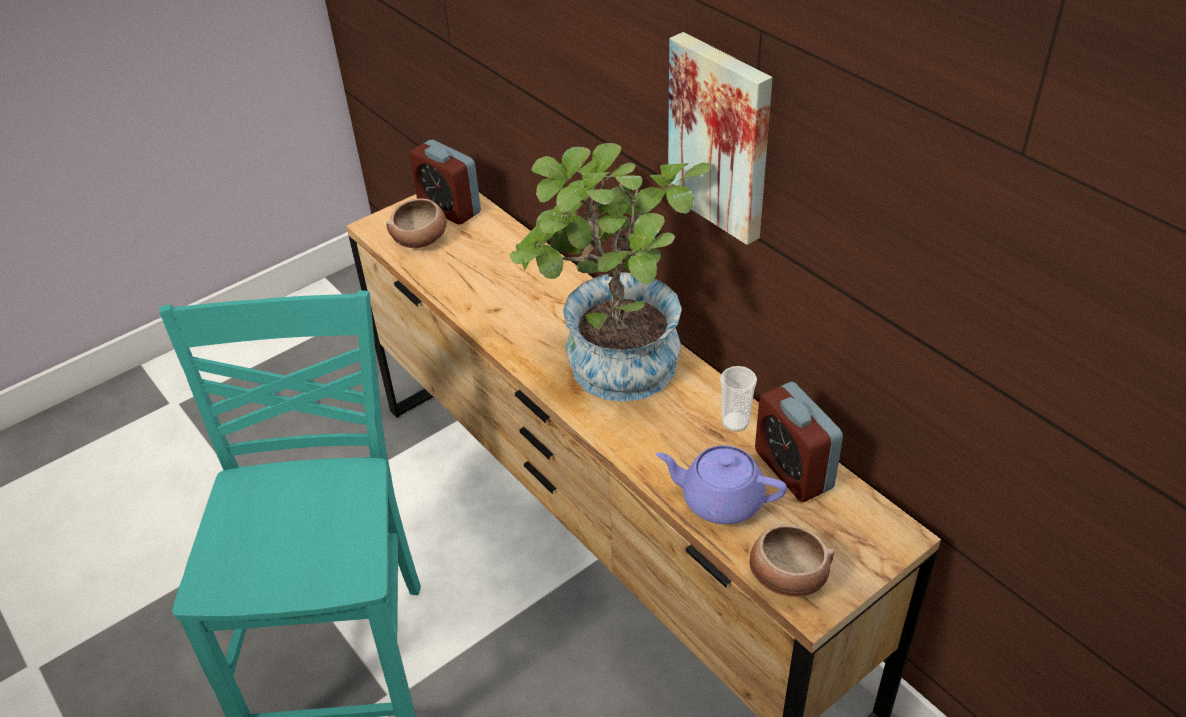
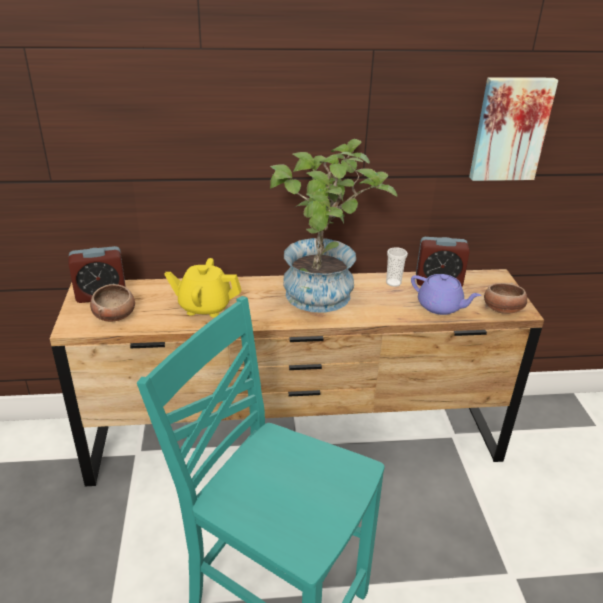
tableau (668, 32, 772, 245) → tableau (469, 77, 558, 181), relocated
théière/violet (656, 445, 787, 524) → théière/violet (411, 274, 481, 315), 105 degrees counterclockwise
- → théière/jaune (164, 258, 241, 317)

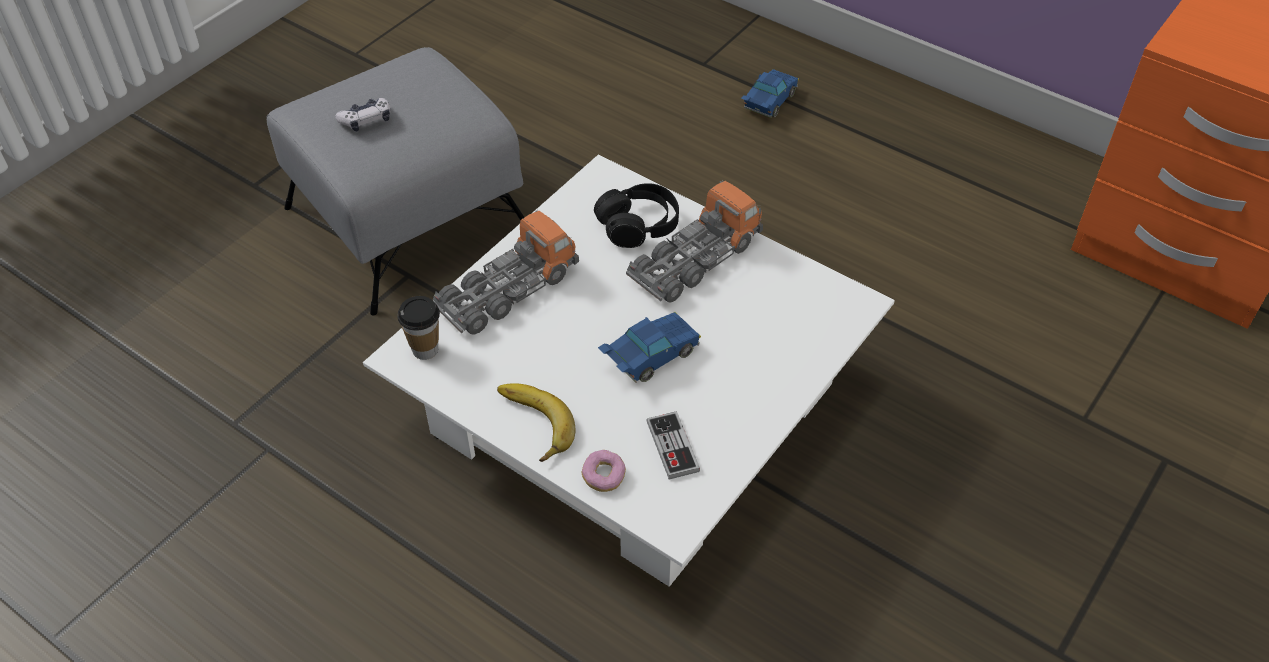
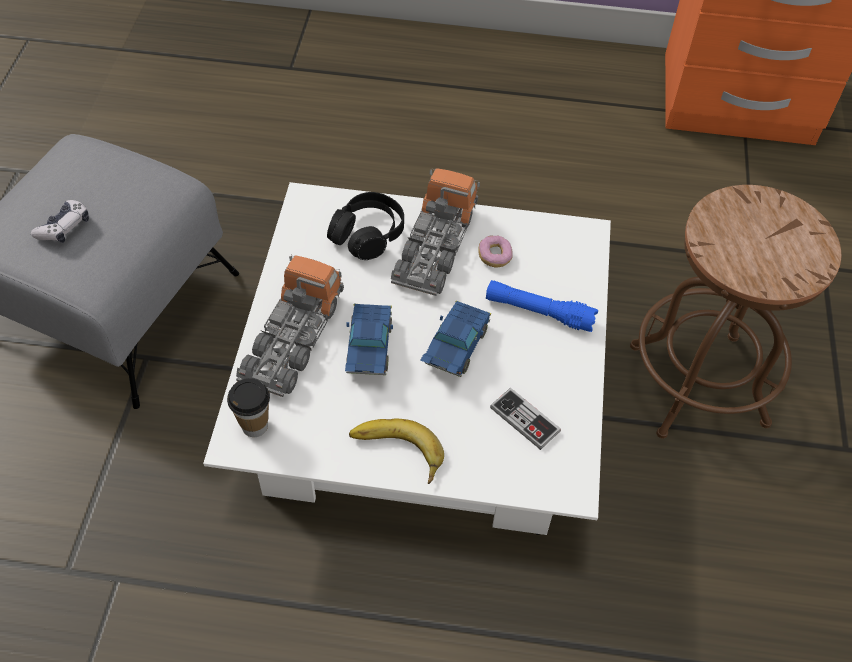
petite voiture/bleu (741, 69, 799, 118) → petite voiture/bleu (345, 304, 393, 375), relocated
beignet (582, 450, 626, 492) → beignet (478, 236, 513, 267), relocated
- → tabouret/marron (630, 185, 841, 439)
- → lampe de poche/bleu (486, 280, 598, 332)

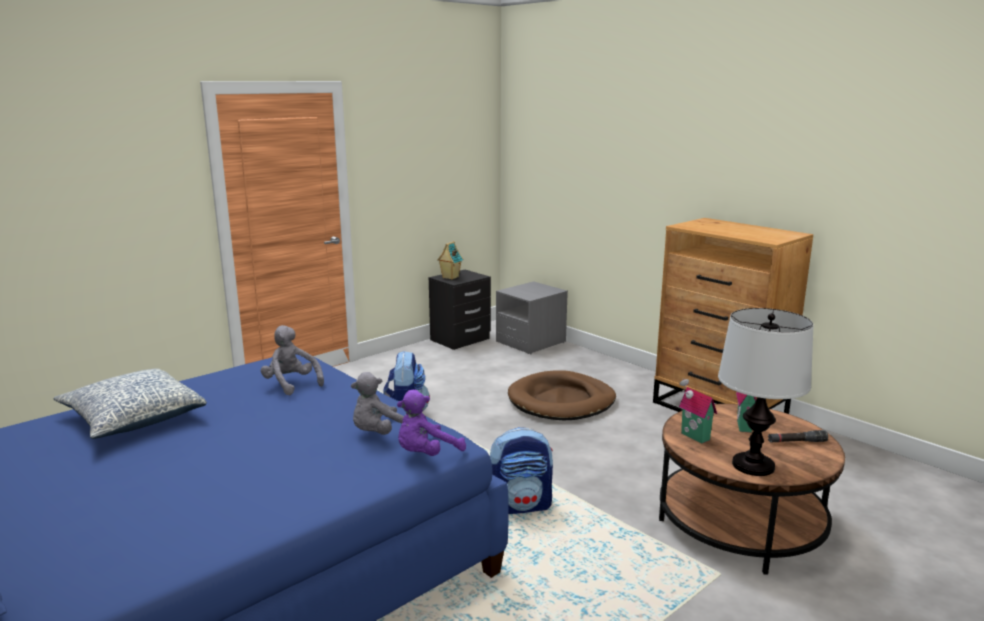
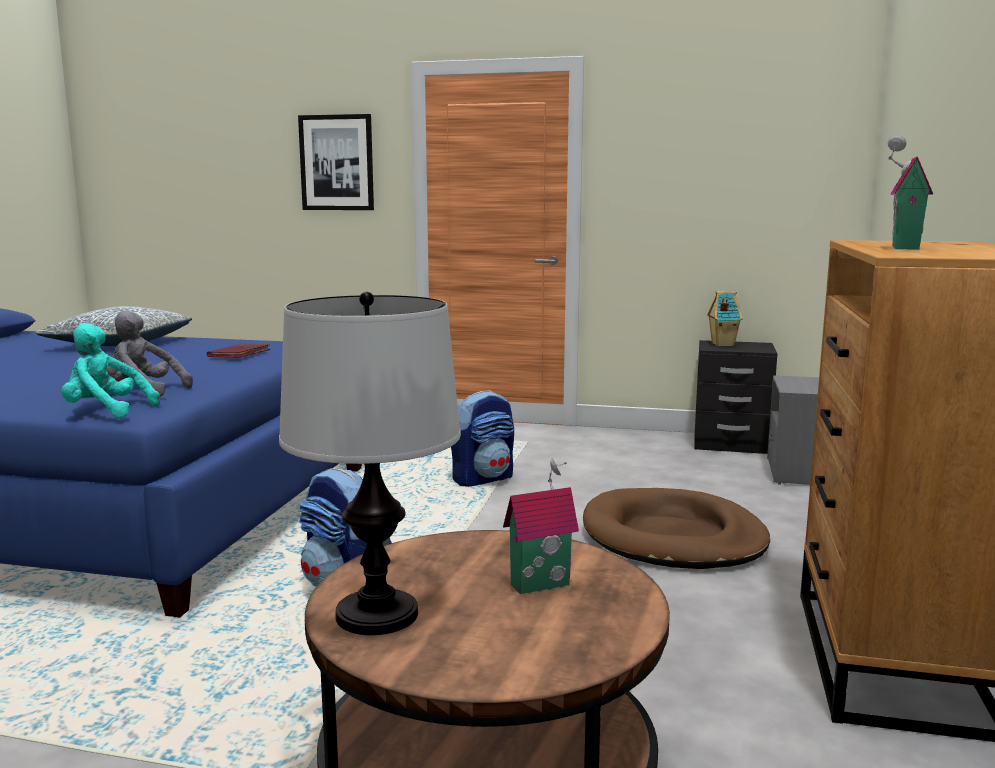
peluche/gris (261, 325, 324, 395) → livre/rouge (207, 343, 270, 358)
maison miniature (679, 378, 717, 443) → maison miniature (888, 135, 933, 250), relocated
peluche/violet (397, 390, 466, 456) → peluche/turquoise (62, 323, 160, 418)
lampe de poche/noir (768, 430, 828, 442) → -
- → tableau (298, 114, 374, 210)

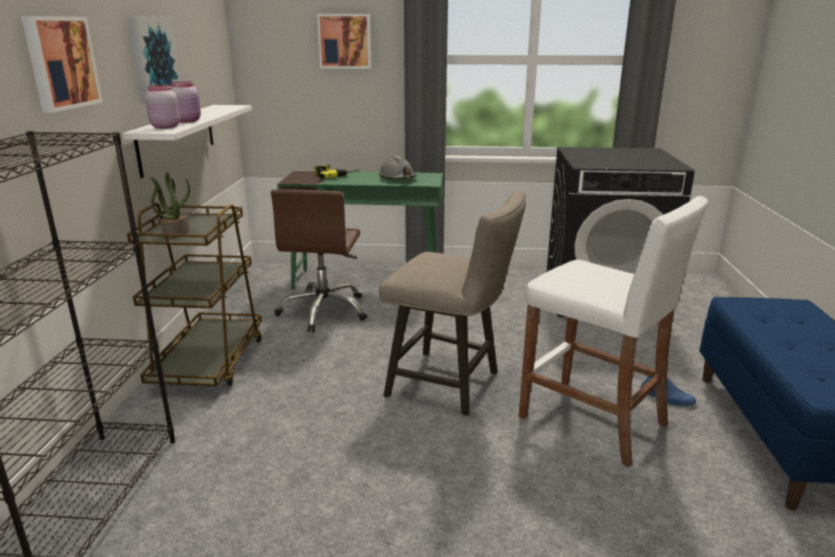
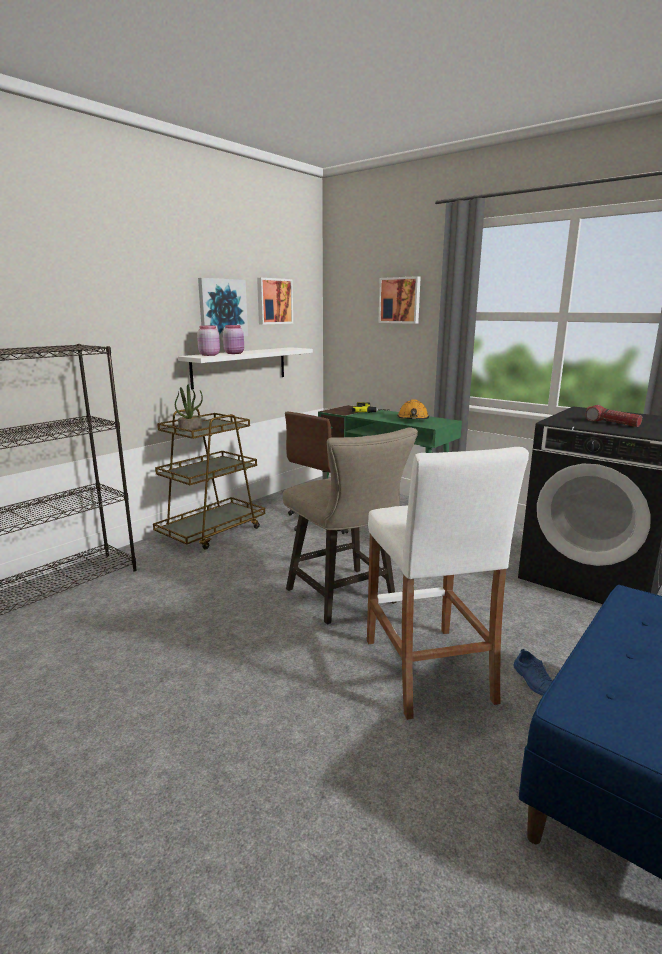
tableau (21, 16, 103, 113) → tableau (257, 278, 293, 325), relocated
casque de chantier/gris (379, 156, 416, 179) → casque de chantier/orange (397, 399, 429, 419)
- → lampe de poche (585, 405, 642, 427)

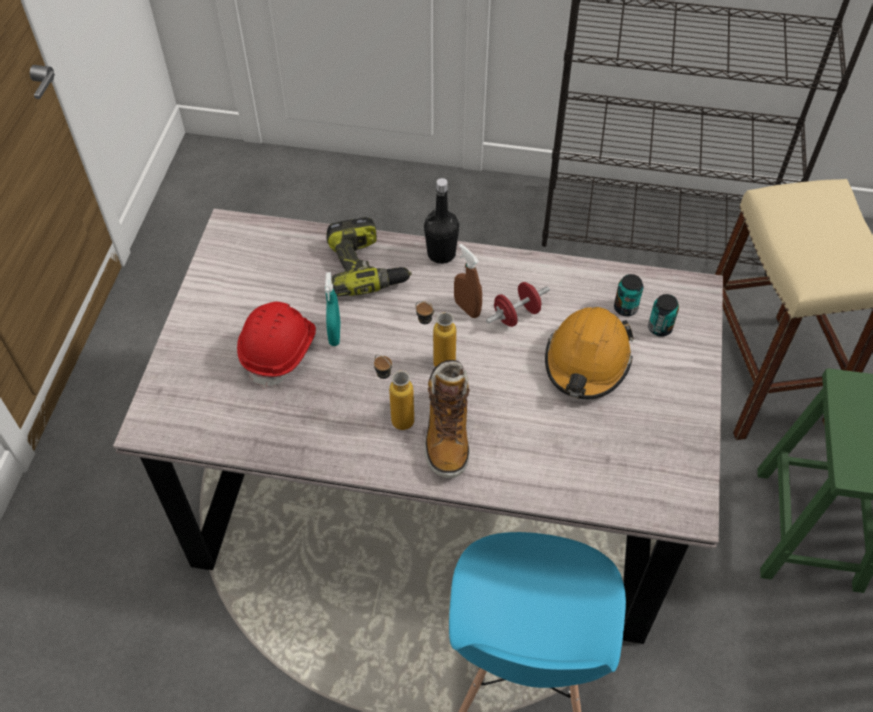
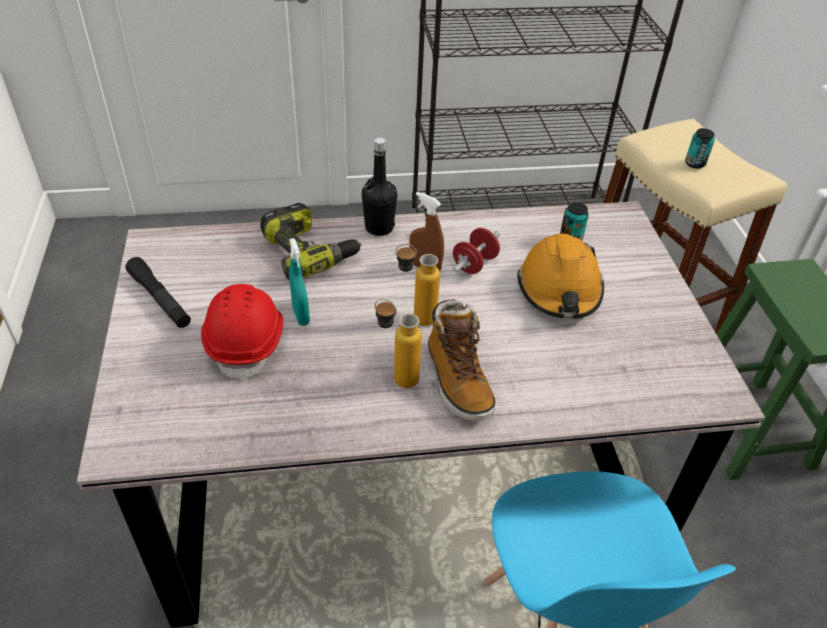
boîte métallique (648, 294, 679, 337) → boîte métallique (685, 128, 715, 169), relocated
- → lampe de poche/noir (125, 257, 191, 328)

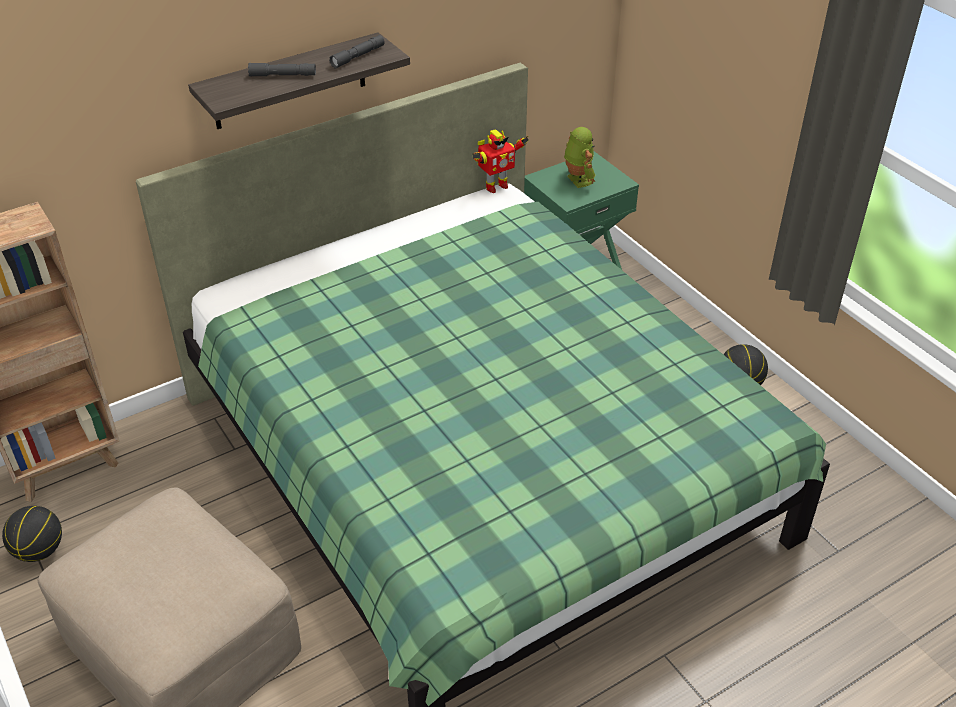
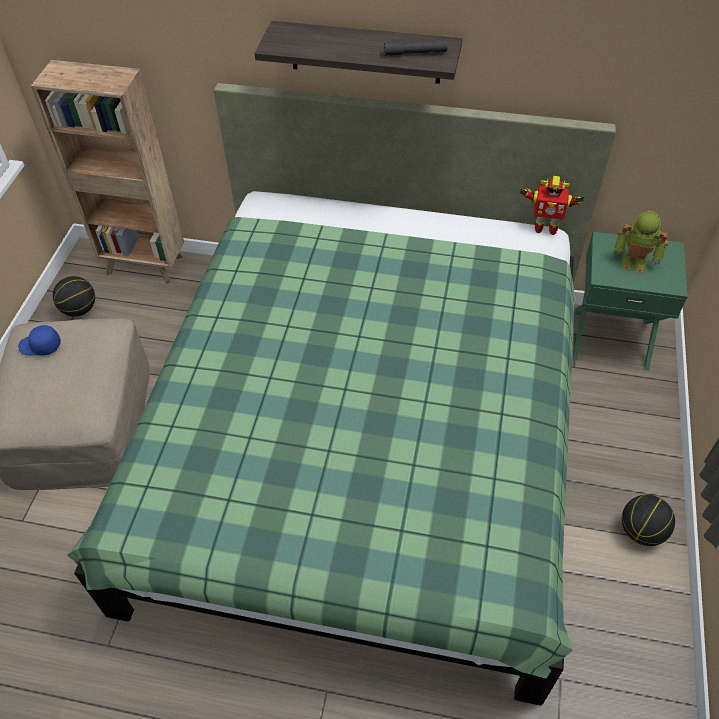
lampe de poche/gris (248, 63, 316, 77) → -
robot jouet (564, 127, 595, 188) → robot jouet (614, 210, 669, 274), 90 degrees clockwise
- → casquette/bleu (18, 325, 61, 356)

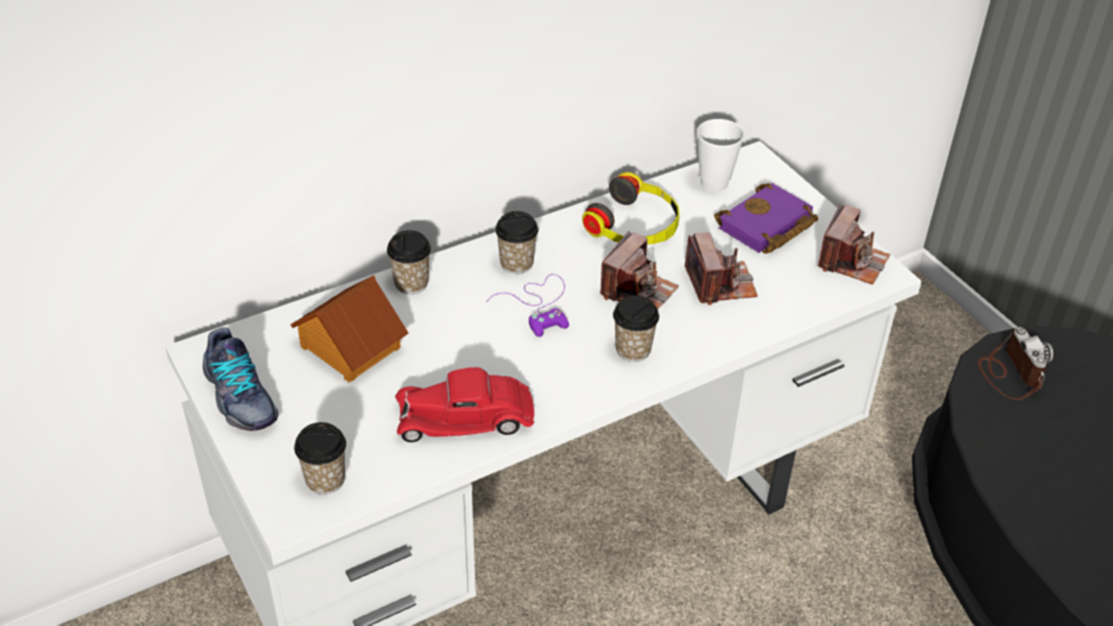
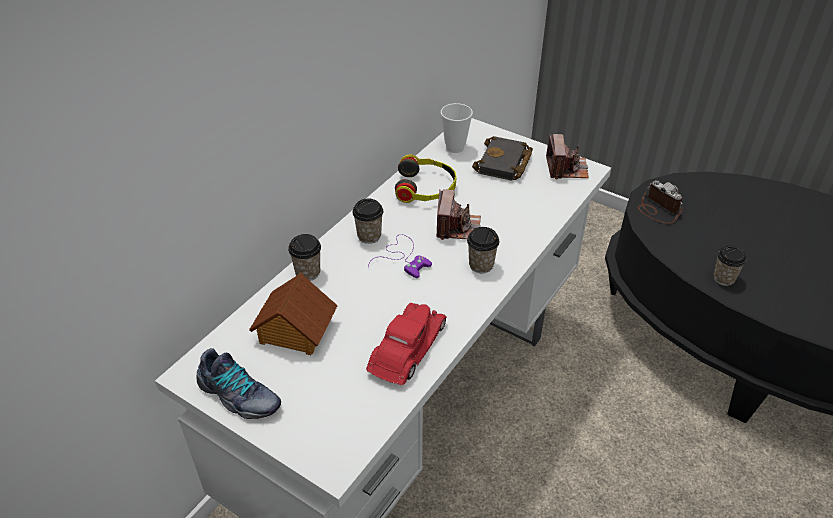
livre/violet (714, 183, 818, 254) → livre/noir (472, 136, 533, 181)
appareil photo (685, 232, 758, 305) → -
petite voiture/rouge (395, 367, 534, 442) → petite voiture/rouge (366, 303, 447, 385), 150 degrees clockwise
tasse (294, 422, 346, 495) → tasse (713, 245, 747, 286), relocated

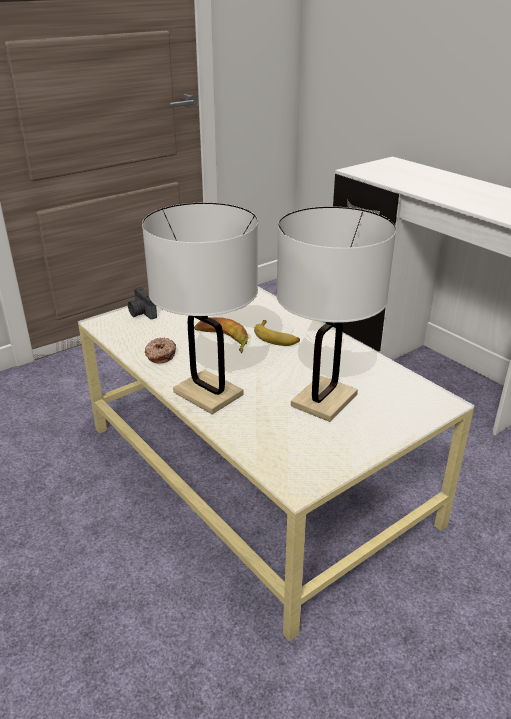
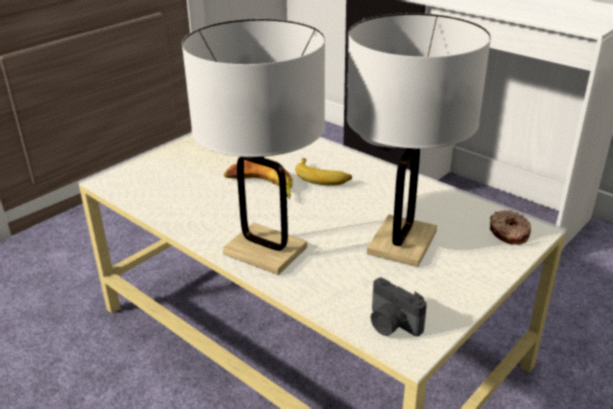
appareil photo (128, 287, 157, 319) → appareil photo (371, 278, 427, 336), relocated
beignet (145, 338, 176, 364) → beignet (490, 210, 531, 245), relocated

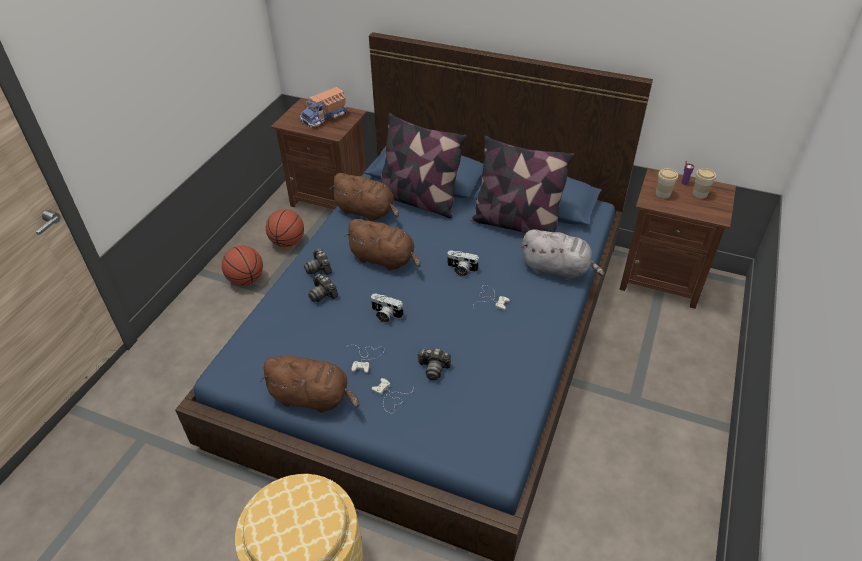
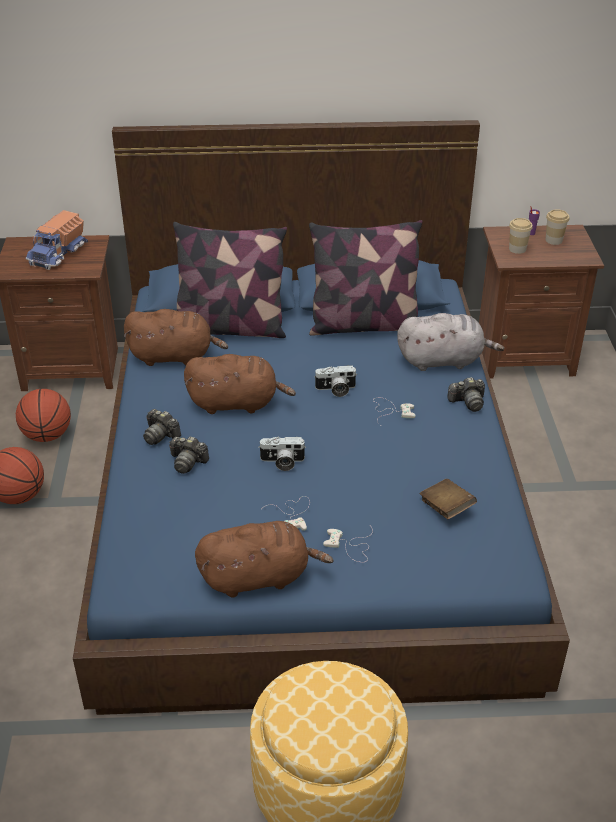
appareil photo (417, 349, 451, 380) → appareil photo (447, 377, 485, 412), relocated
- → livre/marron (419, 479, 477, 519)

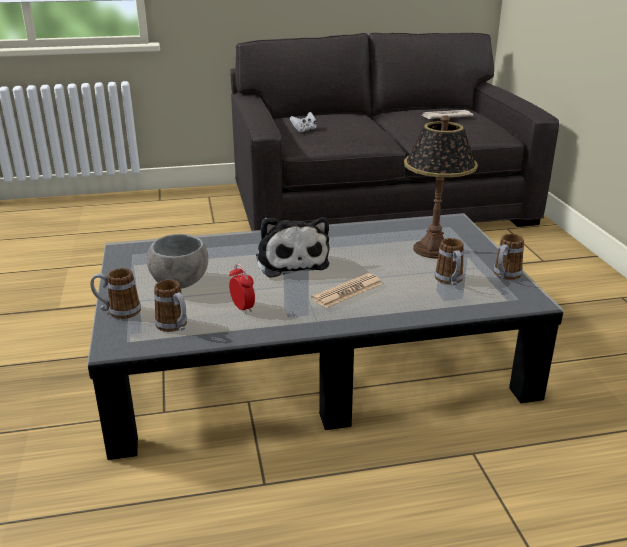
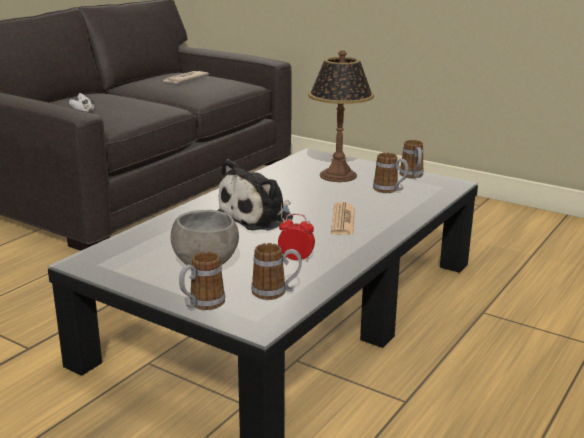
peluche (256, 217, 330, 278) → peluche (217, 159, 293, 231), 105 degrees clockwise

